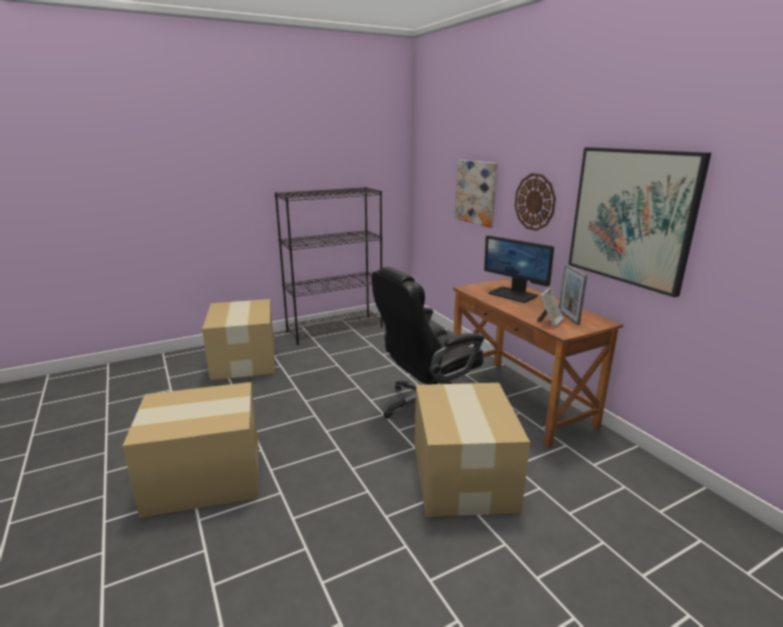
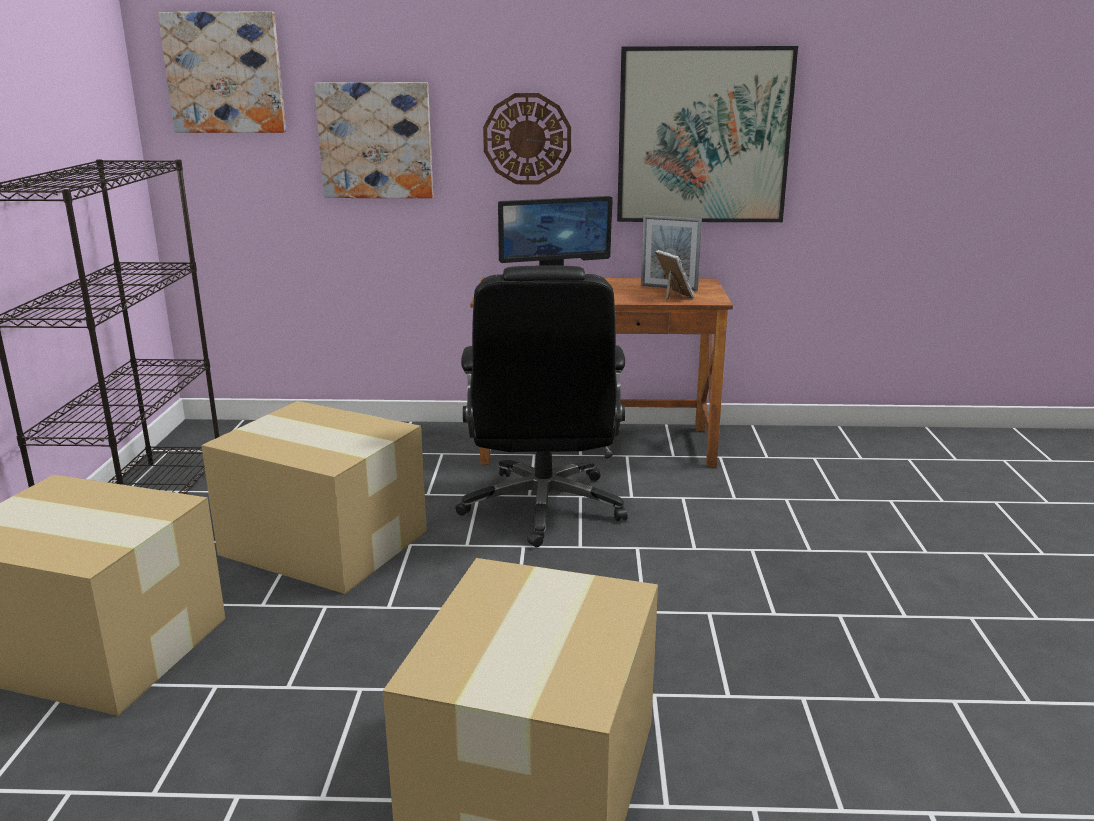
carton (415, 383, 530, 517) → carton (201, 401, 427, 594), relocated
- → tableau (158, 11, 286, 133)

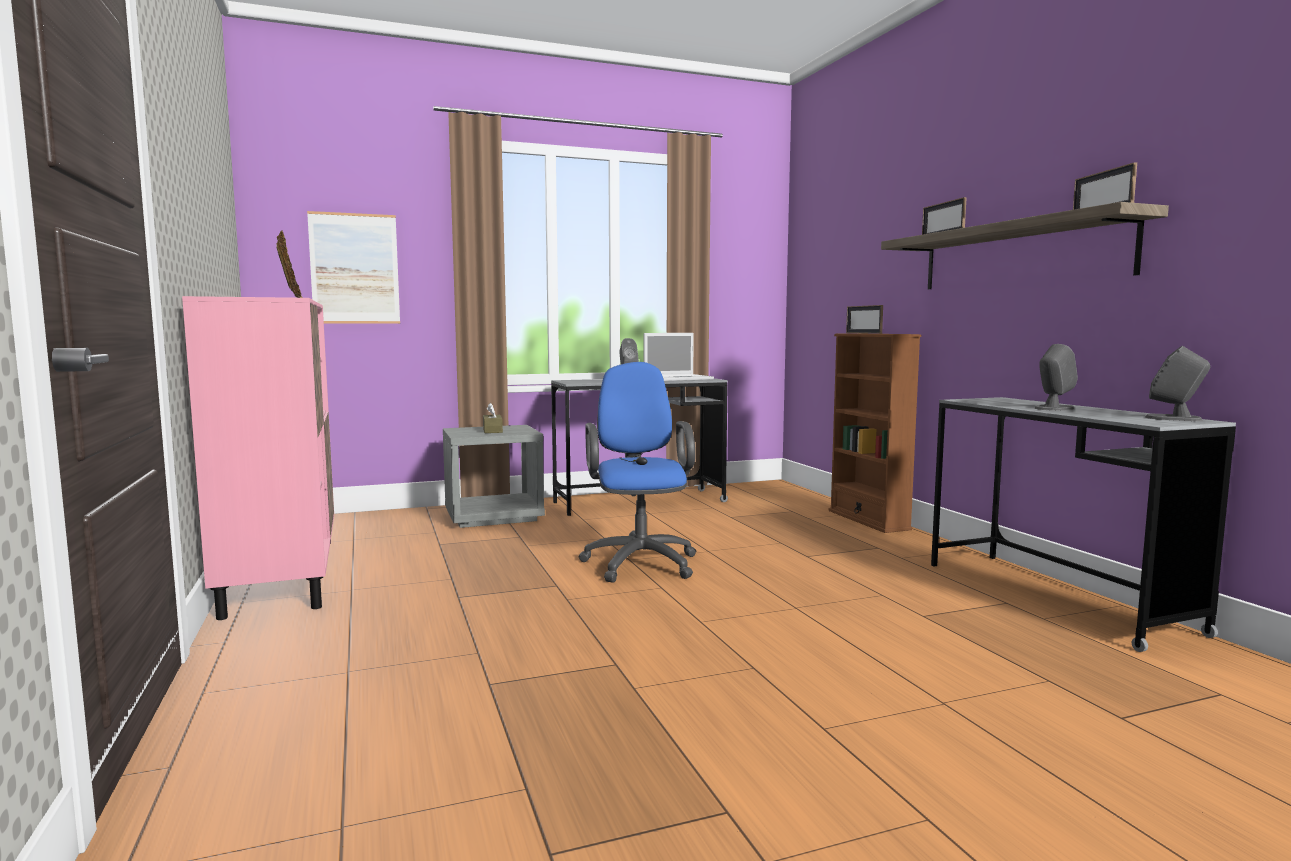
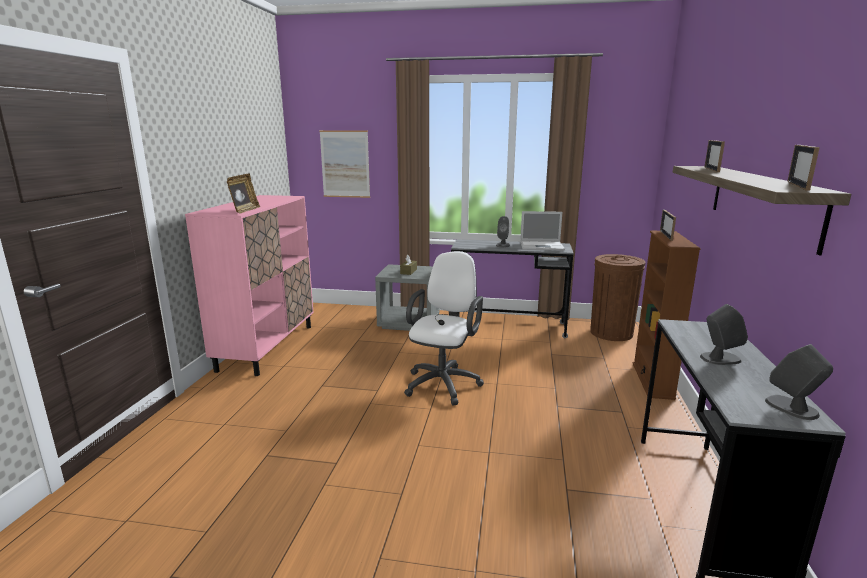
chaise de bureau/bleu (579, 362, 697, 583) → chaise de bureau/blanc (404, 251, 484, 406)
- → poubelle/marron (590, 254, 645, 341)

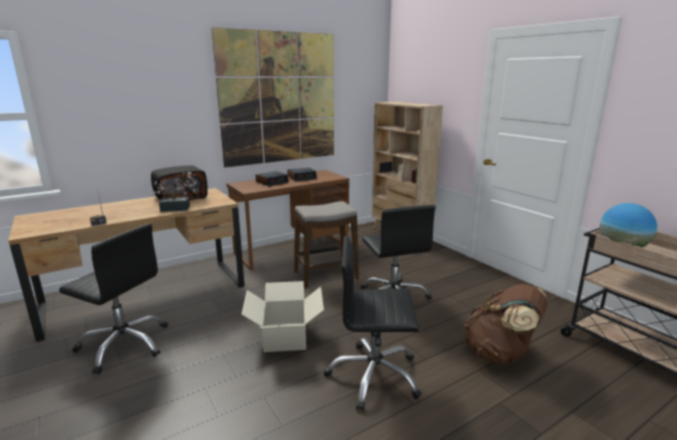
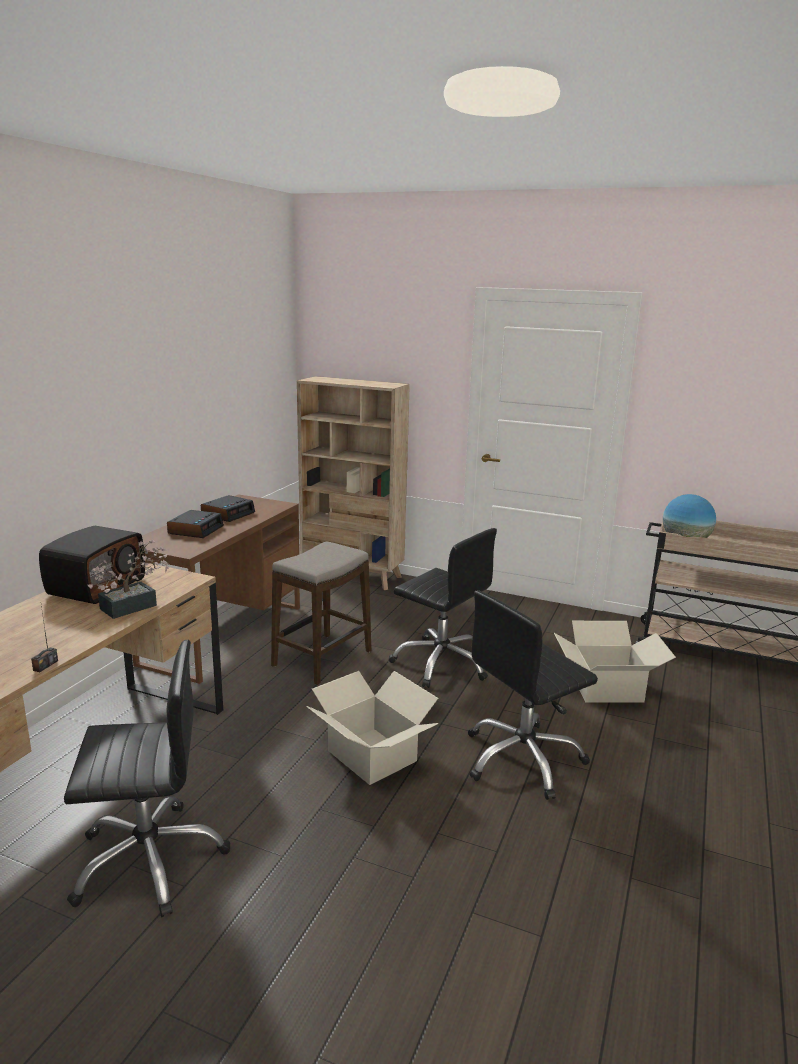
tableau (211, 27, 334, 168) → -
sac à dos/marron (465, 284, 548, 364) → carton (554, 621, 676, 702)

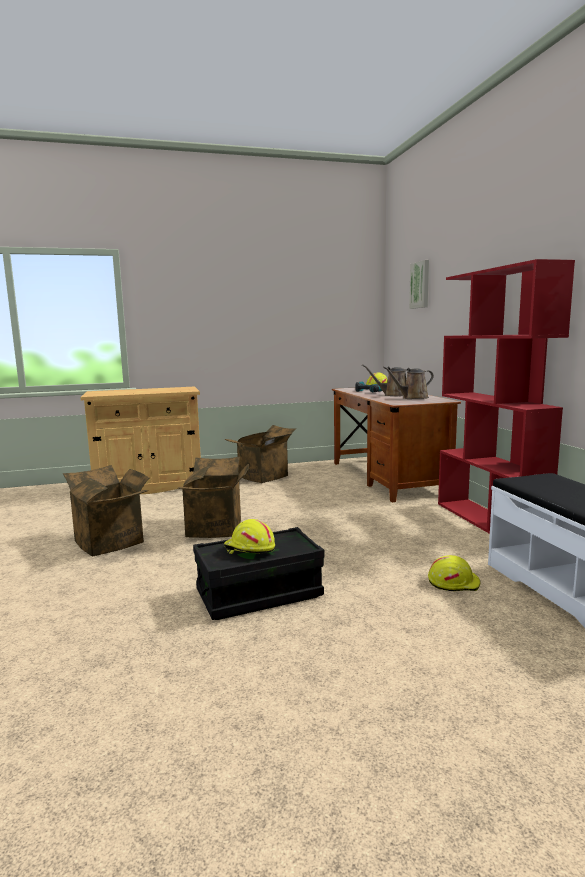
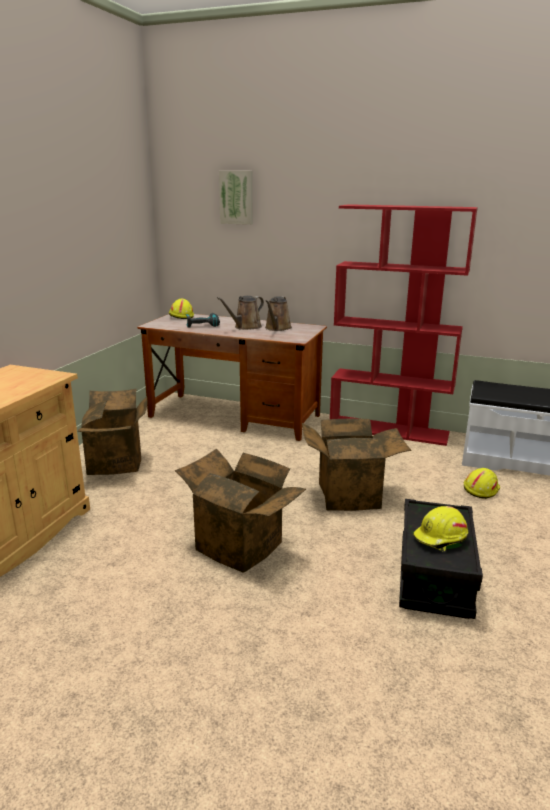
carton (63, 465, 150, 556) → carton (302, 419, 411, 511), relocated

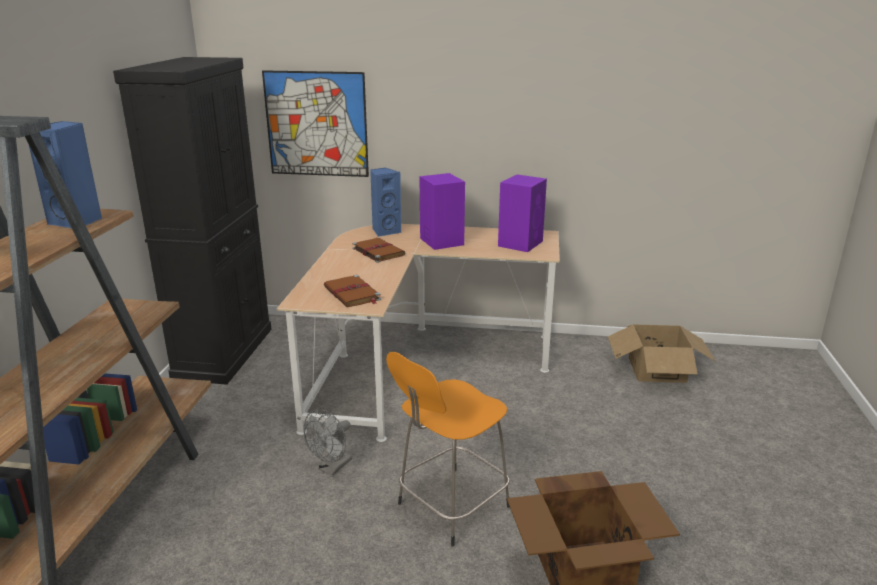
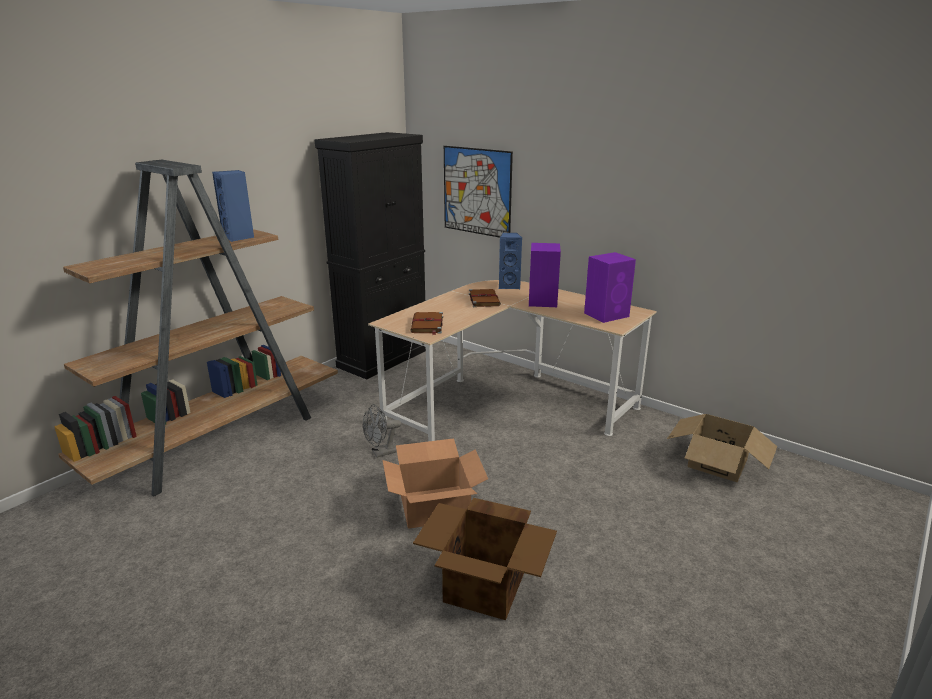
tabouret/orange (386, 352, 510, 547) → carton (382, 438, 488, 529)

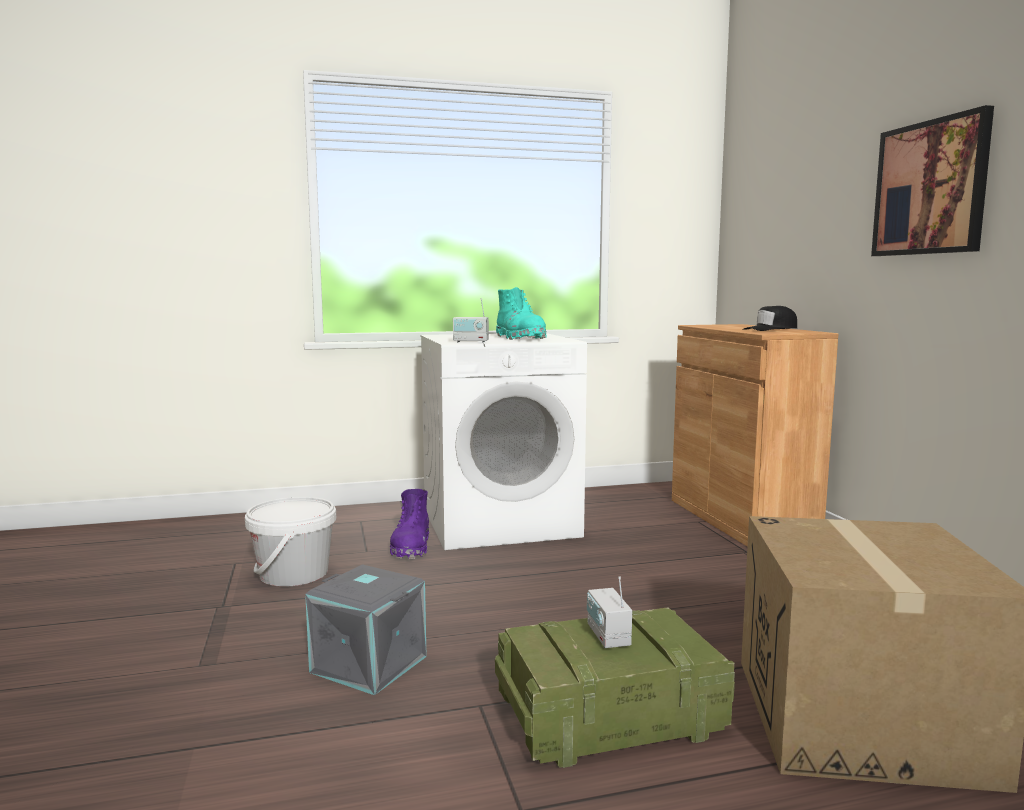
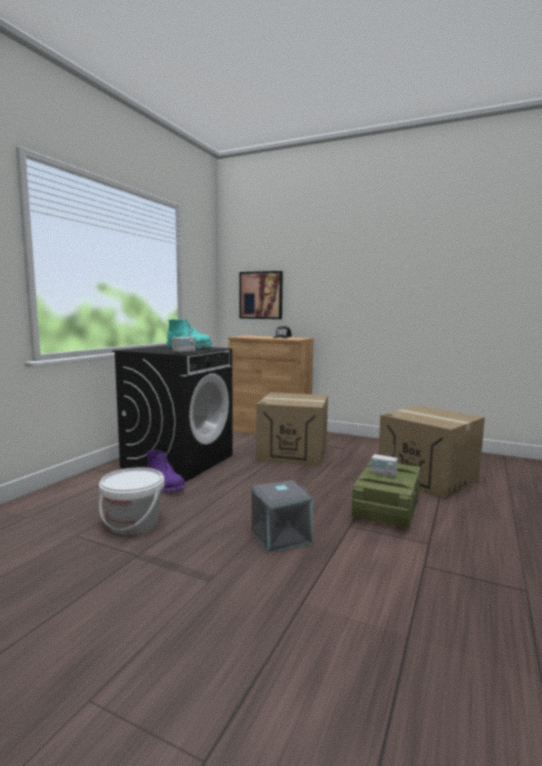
tableau (871, 105, 994, 256) → tableau (239, 271, 283, 319), relocated
lave-linge/blanc (421, 333, 587, 550) → lave-linge/noir (112, 345, 233, 482)
- → carton (256, 392, 328, 466)

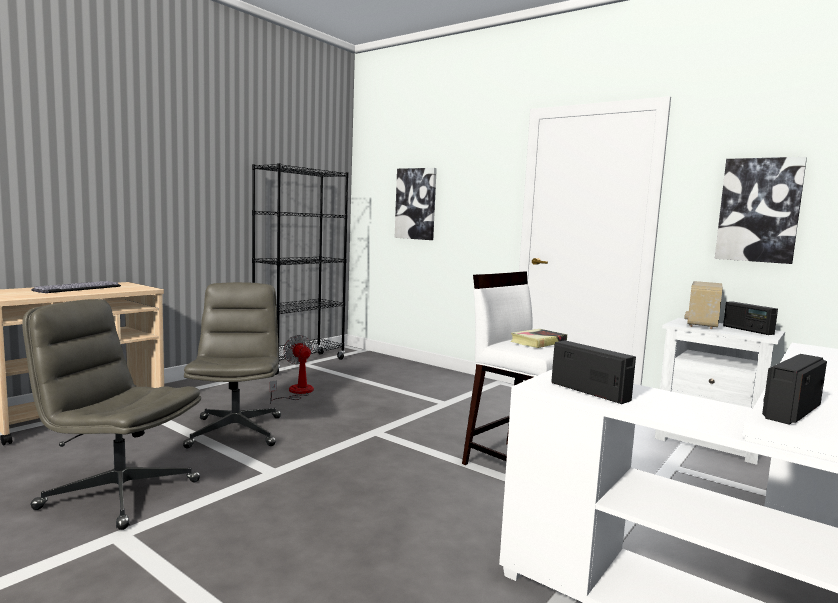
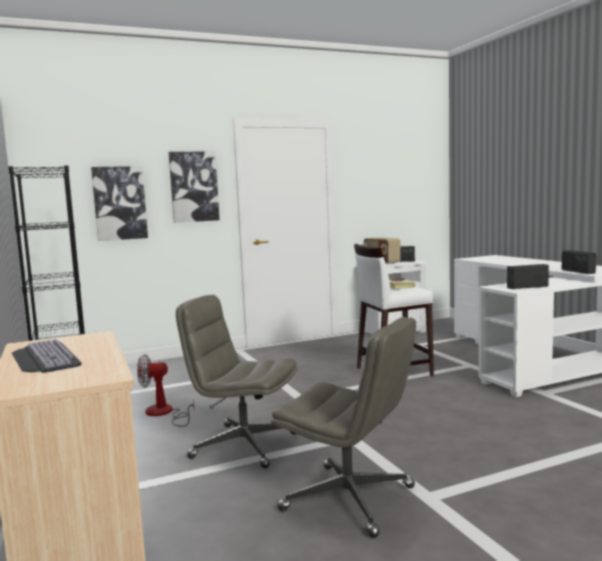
tableau (715, 157, 807, 264) → tableau (169, 152, 220, 223), relocated
chaise de bureau/gris (22, 299, 201, 530) → chaise de bureau/gris (271, 317, 416, 538), 105 degrees counterclockwise

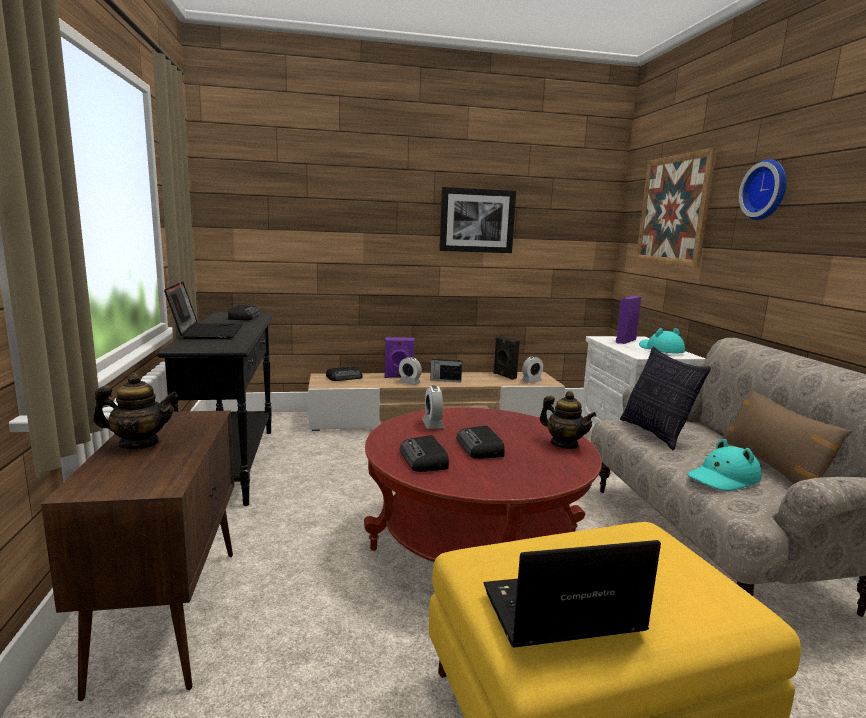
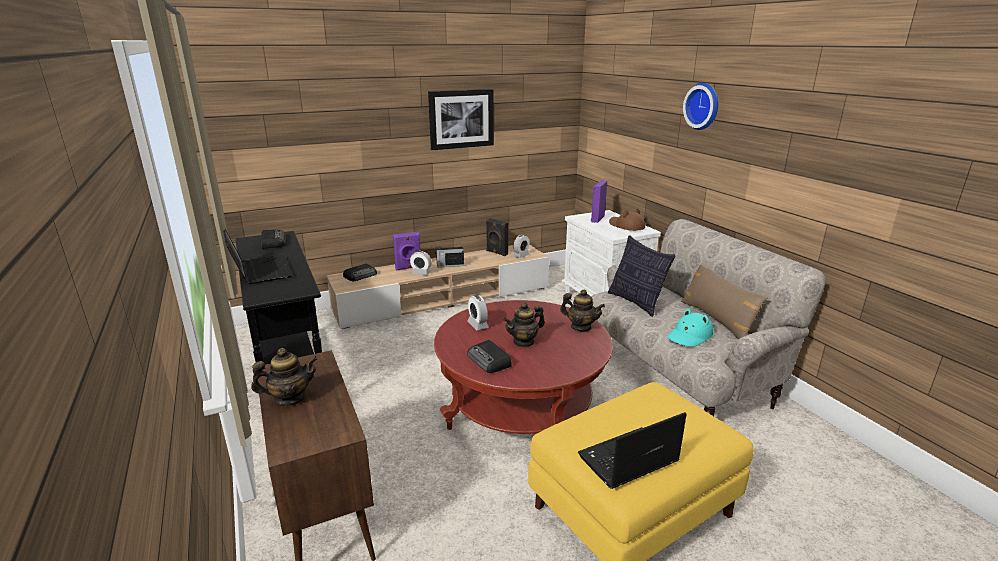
tableau (636, 148, 717, 268) → -
chapeau/turquoise (639, 328, 685, 353) → chapeau/marron (609, 208, 645, 231)
radio (457, 426, 505, 459) → théière (503, 302, 545, 348)

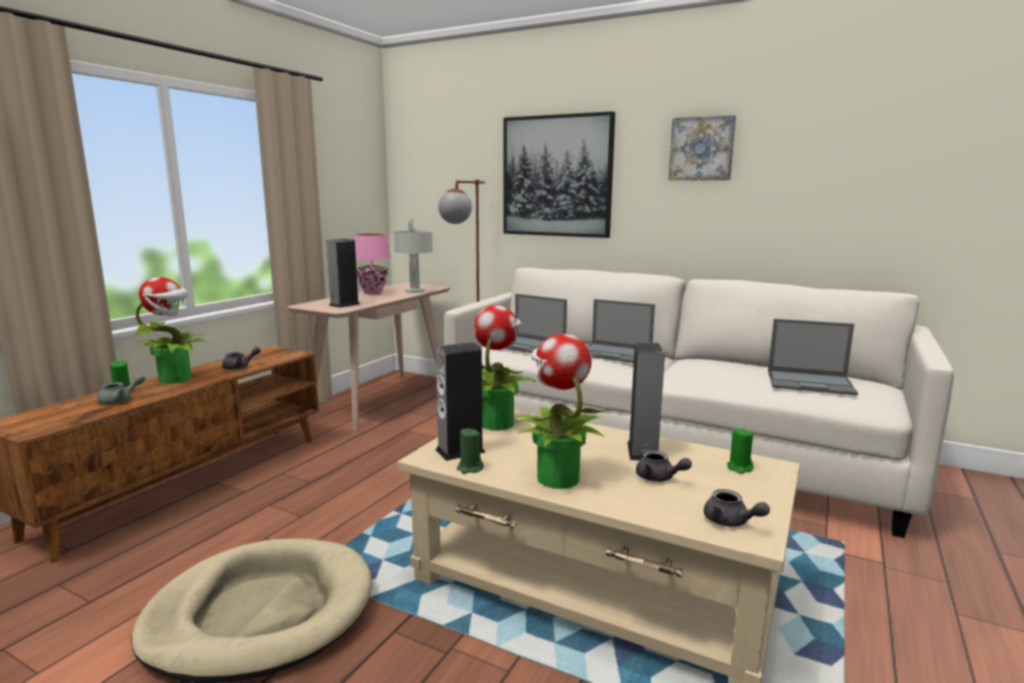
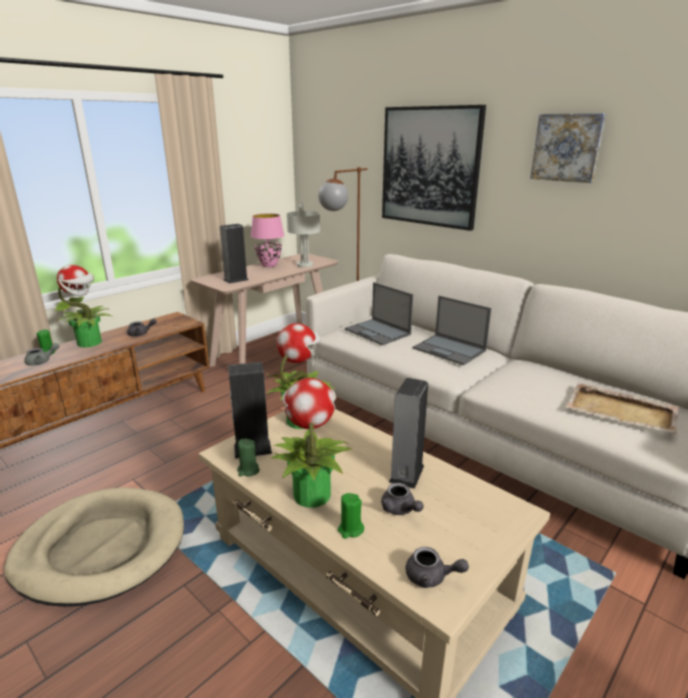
ordinateur portable (768, 319, 858, 395) → plateau/beige (565, 383, 679, 434)
bougie/vert (727, 428, 754, 474) → bougie/vert (338, 493, 364, 539), relocated
théière/gris (704, 489, 770, 527) → théière/gris (406, 547, 469, 588), 45 degrees counterclockwise

